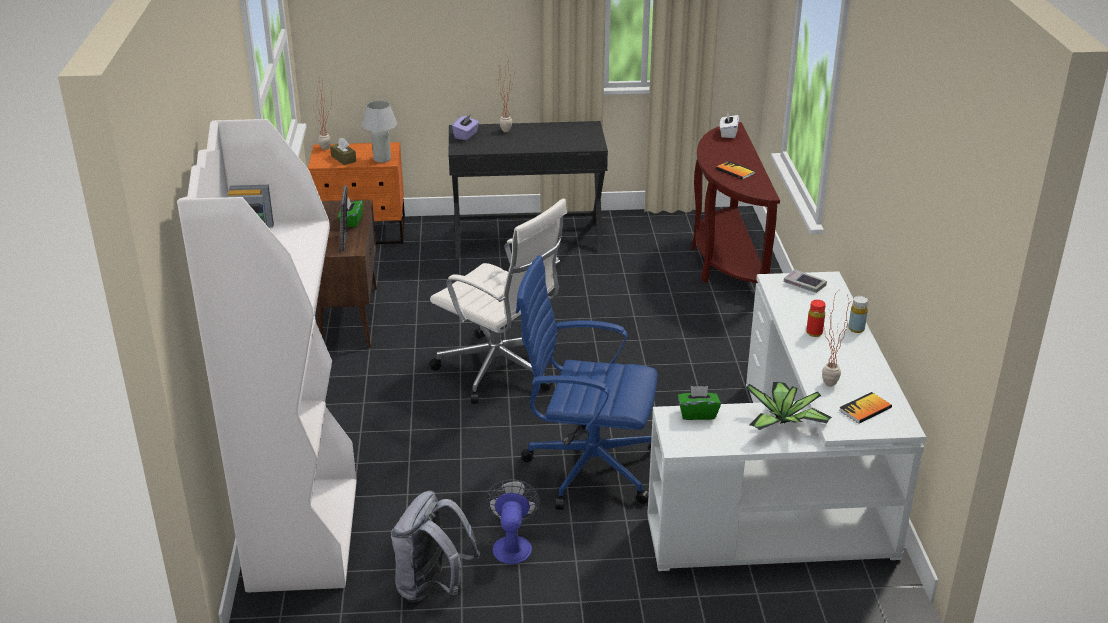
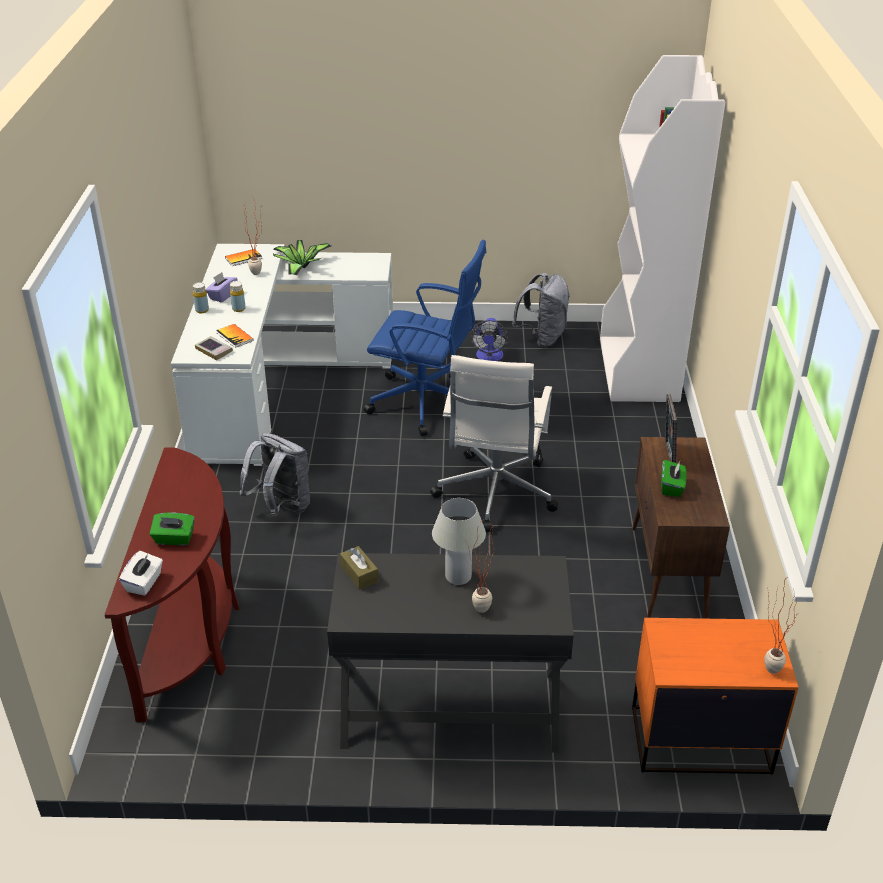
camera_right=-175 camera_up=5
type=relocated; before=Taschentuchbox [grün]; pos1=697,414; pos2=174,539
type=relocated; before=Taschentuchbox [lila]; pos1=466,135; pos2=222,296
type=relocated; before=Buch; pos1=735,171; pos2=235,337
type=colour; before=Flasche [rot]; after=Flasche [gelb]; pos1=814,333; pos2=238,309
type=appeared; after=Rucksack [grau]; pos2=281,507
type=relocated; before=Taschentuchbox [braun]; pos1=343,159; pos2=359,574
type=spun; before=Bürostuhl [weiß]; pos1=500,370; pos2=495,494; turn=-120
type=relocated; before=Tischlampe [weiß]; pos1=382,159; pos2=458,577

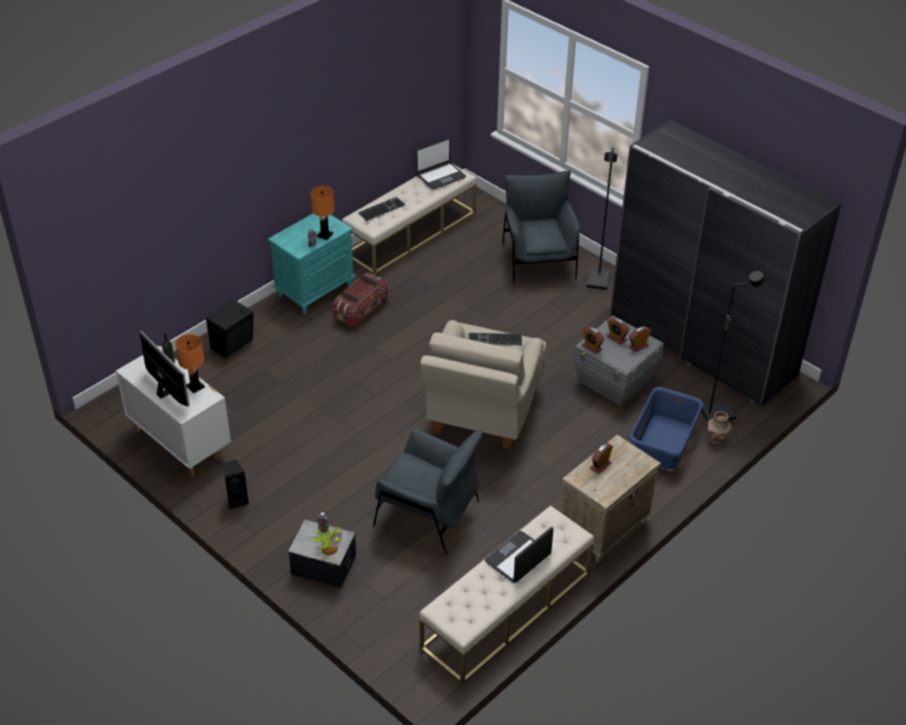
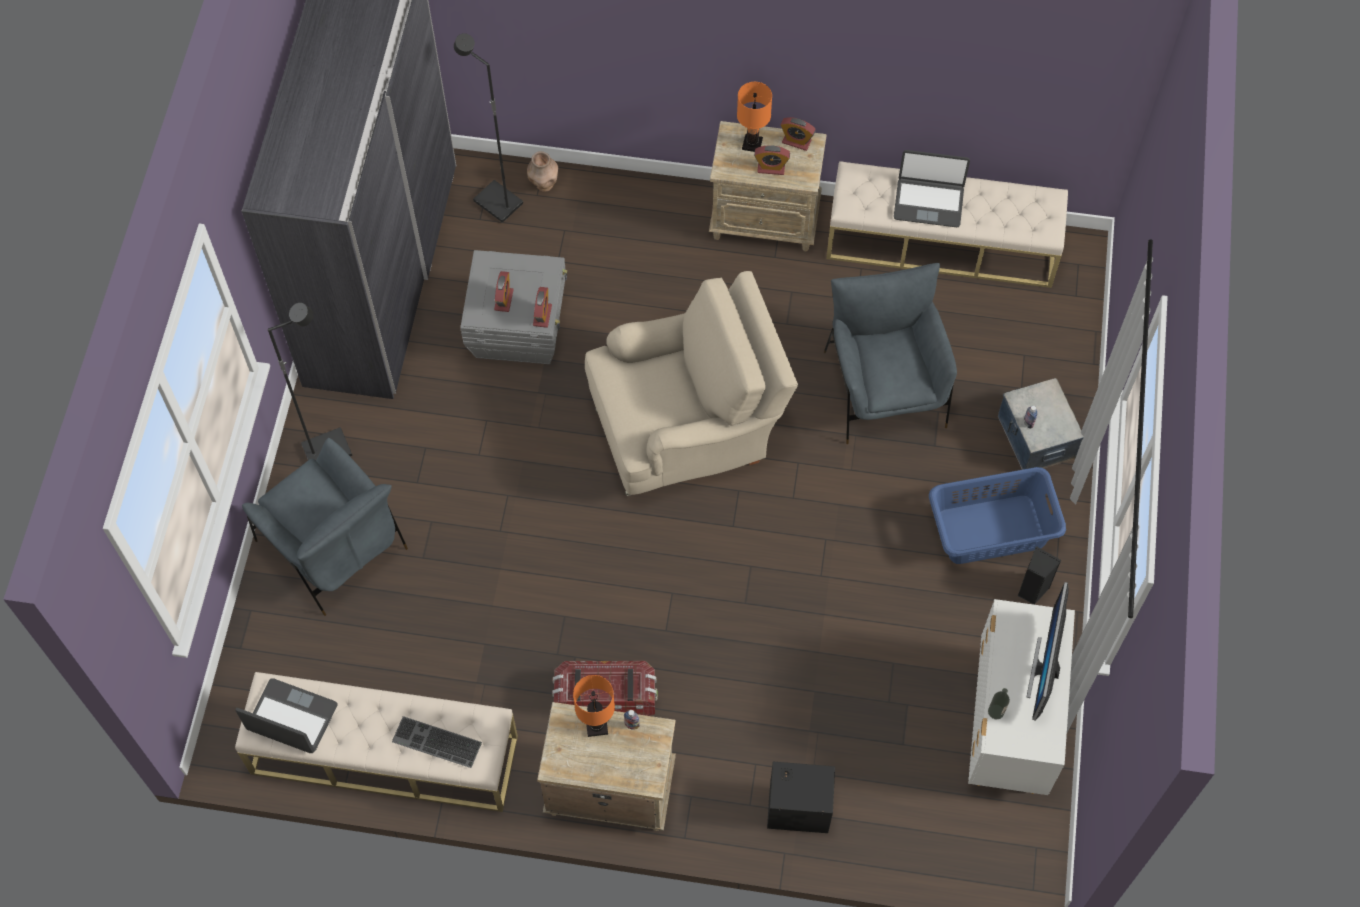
camera_right=-125 camera_up=20
type=spun; before=Sessel [grau]; pos1=538,261; pos2=332,546; turn=-90
type=colour; before=Nachttisch [türkis]; after=Nachttisch [beige]; pos1=315,290; pos2=609,790
type=relocated; before=Tischlampe [orange]; pos1=195,387; pos2=752,144
type=relocated; before=Wecker; pos1=638,346; pos2=796,141
type=relocated; before=Wäschekorb [blau]; pos1=662,442; pos2=991,530
type=missing; before=Topfpflanze; pos1=329,547
type=missing; before=Tastatur; pos1=494,340

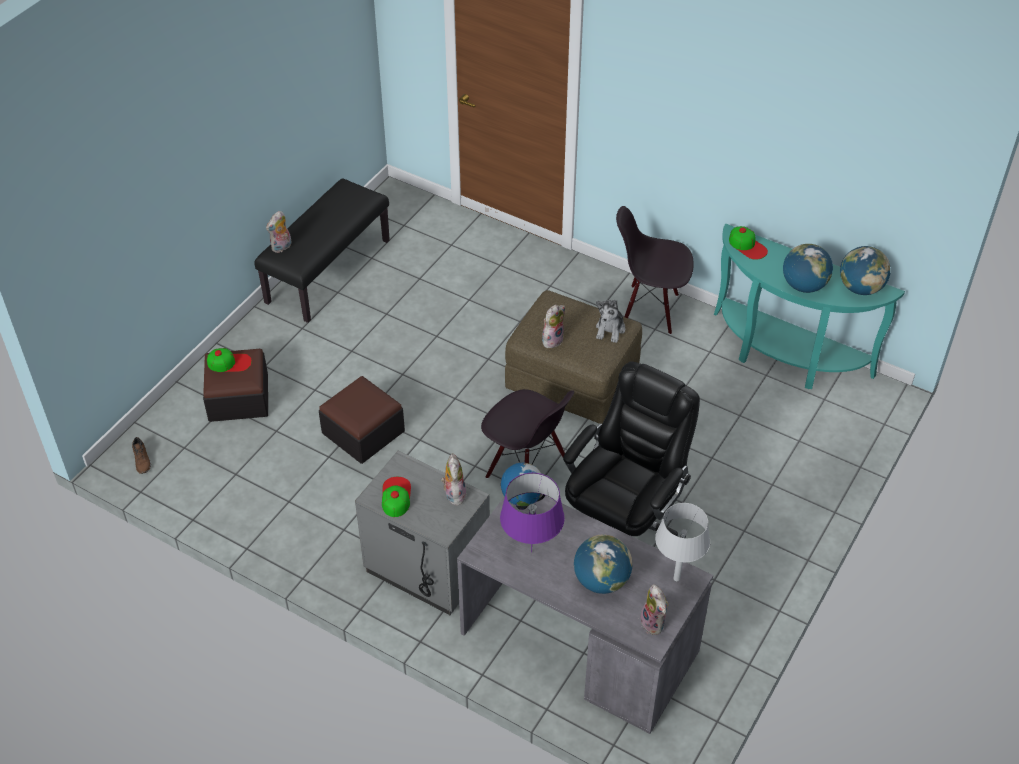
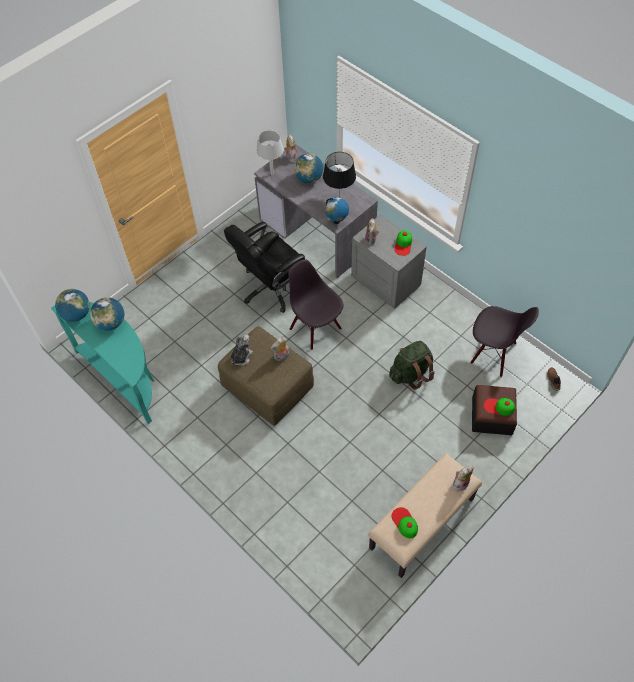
camera_right=-165 camera_up=10
type=colour; before=Tischlampe [lila]; after=Tischlampe [schwarz]; pos1=531,552; pos2=339,197
type=colour; before=Bank [schwarz]; after=Bank [beige]; pos1=327,271; pos2=422,524
type=exchanged; before=Polsterhocker; after=Rucksack [grün]; pos1=363,432; pos2=411,373
type=relocated; before=Kappe; pos1=747,246; pos2=404,522
type=relocated; before=Stuhl [schwarz]; pos1=649,310; pos2=493,354

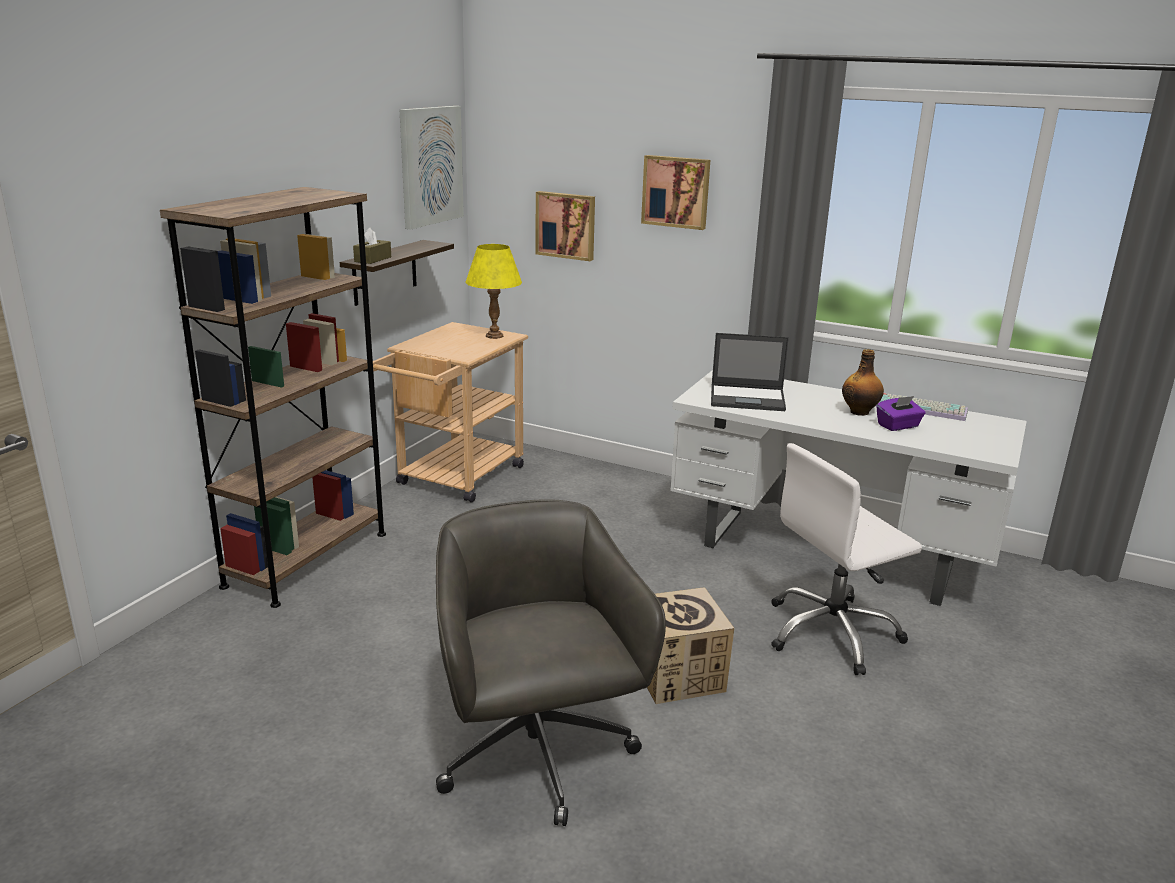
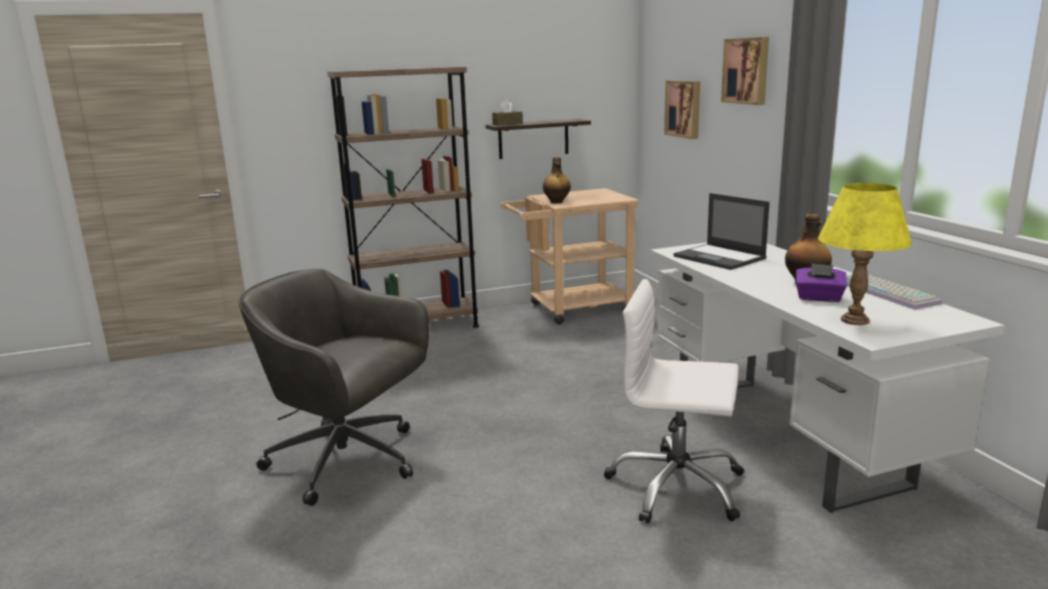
camera_right=45 camera_up=-5
type=spun; before=Bürostuhl [grau]; pos1=535,756; pos2=348,461; turn=-90
type=appeared; after=Flasche; pos2=556,202
type=relocated; before=Tischlampe [gelb]; pos1=494,336; pos2=855,320
type=missing; before=Bild; pos1=430,166
type=missing; before=Karton; pos1=678,675

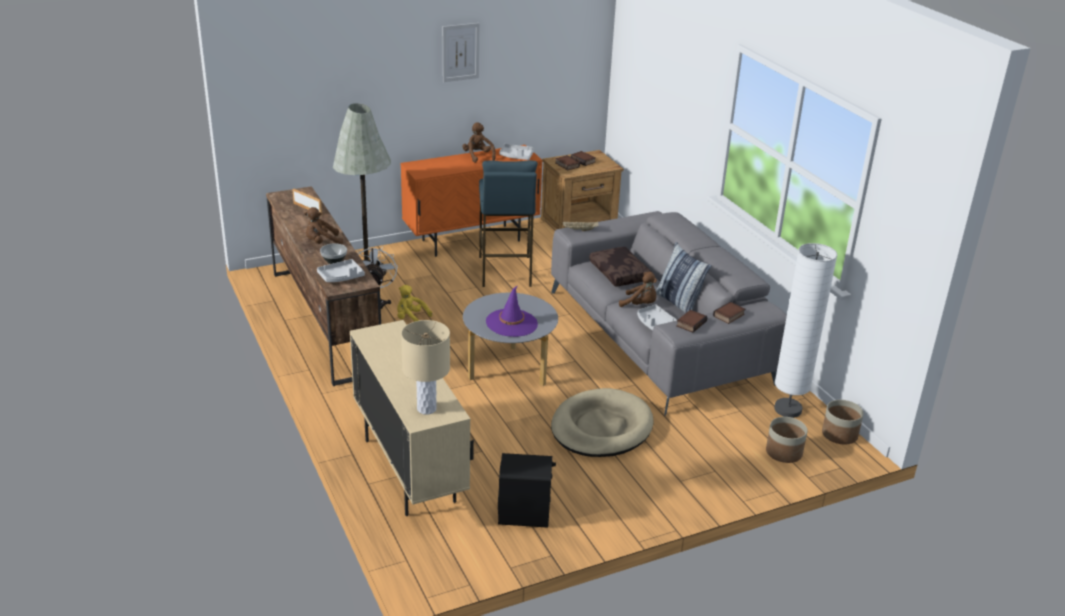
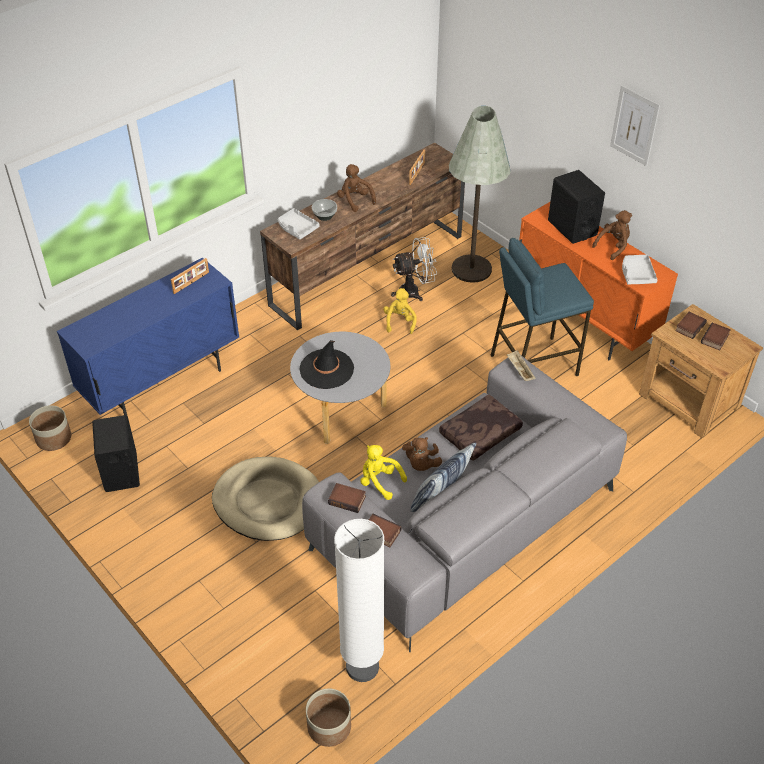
camera_right=75 camera_up=15
type=relocated; before=Pflanzkübel; pos1=783,452; pos2=53,438
type=colour; before=Schrank [beige]; after=Schrank [blau]; pos1=409,470; pos2=163,384
type=appeared; after=Bilderrahmen; pos2=191,283
type=colour; before=Hut [lila]; after=Hut [schwarz]; pos1=511,323; pos2=326,369
type=exchanged; before=Tablett [grau]; after=Plüschtier [gelb]; pos1=655,324; pos2=379,482
type=appeared; after=Lautsprecher [schwarz]; pos2=572,228
type=missing; before=Tischlampe [beige]; pos1=426,409

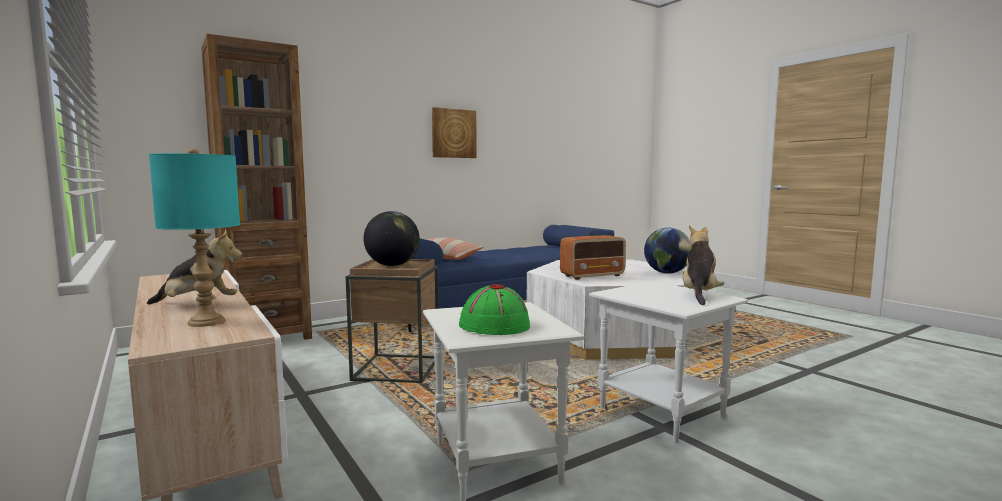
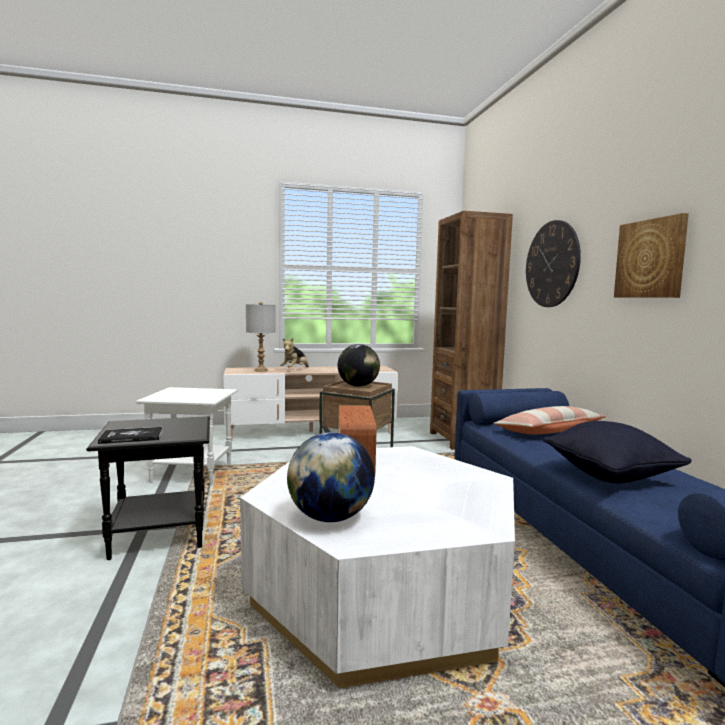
camera_right=110 camera_up=0
type=colour; before=Beistelltisch [weiß]; after=Beistelltisch [schwarz]; pos1=659,412; pos2=161,535
type=exchanged; before=Plüschtier; after=Buch; pos1=699,294; pos2=132,437
type=colour; before=Tischlampe [türkis]; after=Tischlampe [grau]; pos1=206,322; pos2=261,370
type=appeared; after=Wanduhr; pos2=552,264
type=appeared; after=Kissen [schwarz]; pos2=610,476
type=missing; before=Hut [grün]; pos1=494,326

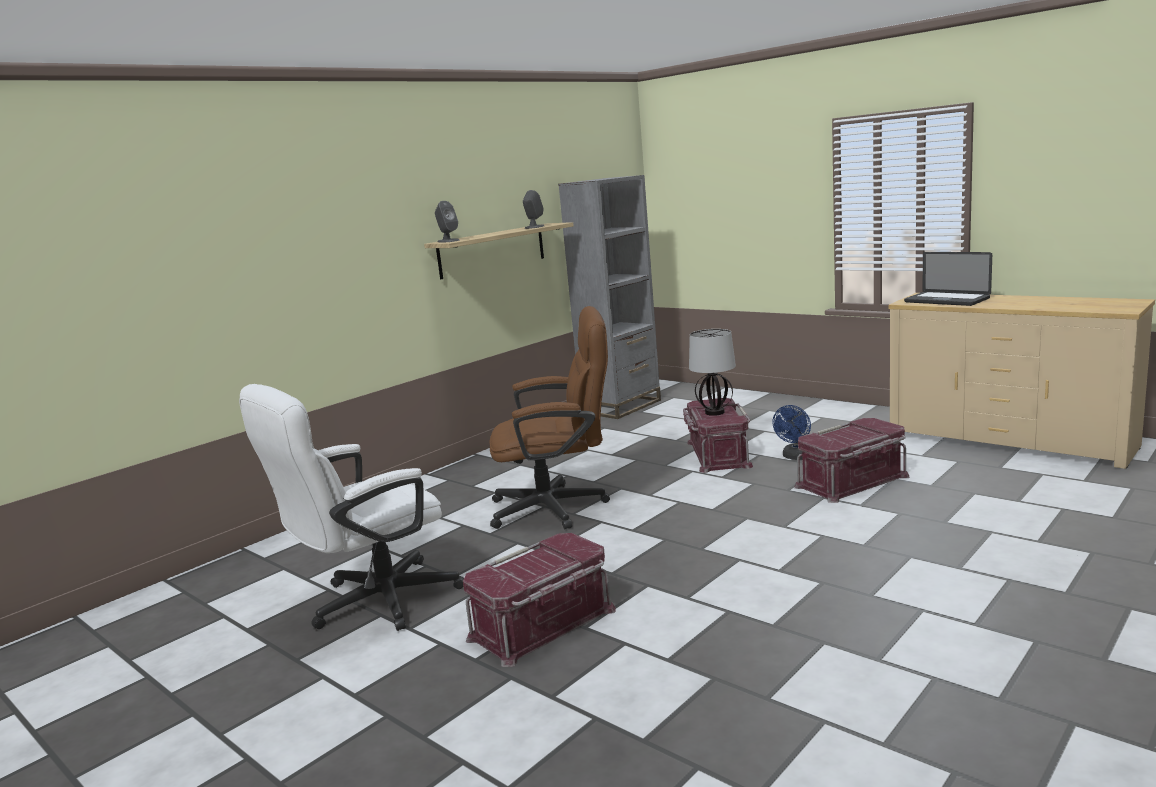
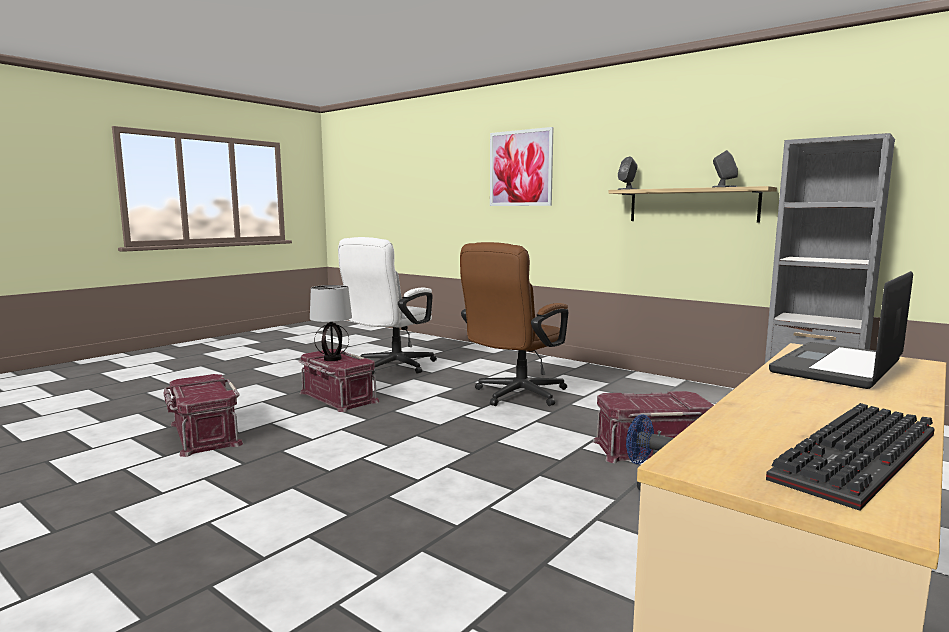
camera_right=85 camera_up=-5
type=relocated; before=Aufbewahrungsbox [rot]; pos1=852,482; pos2=203,434
type=relocated; before=Tischlampe; pos1=714,412; pos2=333,359
type=spun; before=Bürostuhl [weiß]; pos1=372,604; pos2=390,367; turn=-105
type=spun; before=Bürostuhl [braun]; pos1=559,507; pos2=515,396; turn=45
type=appeared; after=Bild; pos2=520,168
type=appeared; after=Tastatur; pos2=861,459

